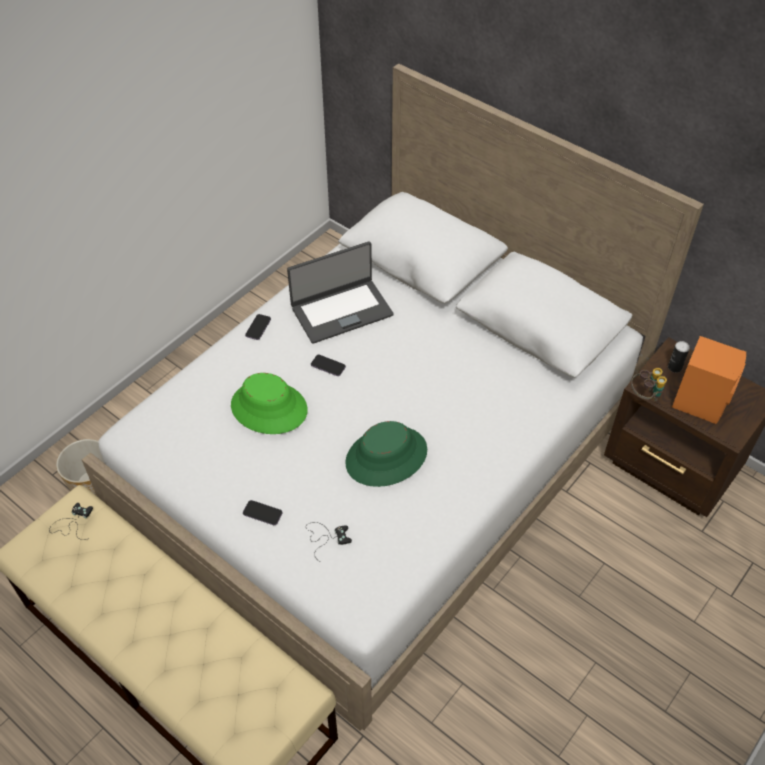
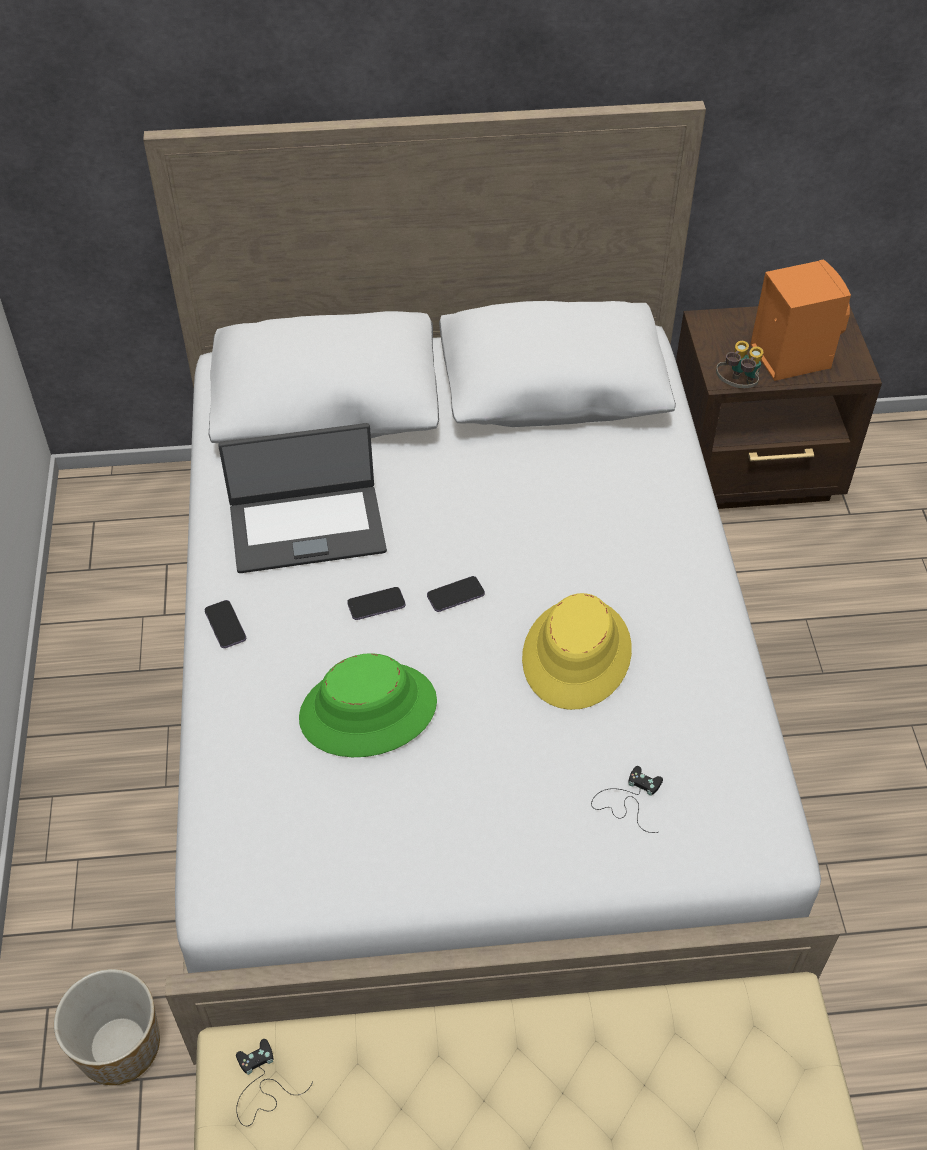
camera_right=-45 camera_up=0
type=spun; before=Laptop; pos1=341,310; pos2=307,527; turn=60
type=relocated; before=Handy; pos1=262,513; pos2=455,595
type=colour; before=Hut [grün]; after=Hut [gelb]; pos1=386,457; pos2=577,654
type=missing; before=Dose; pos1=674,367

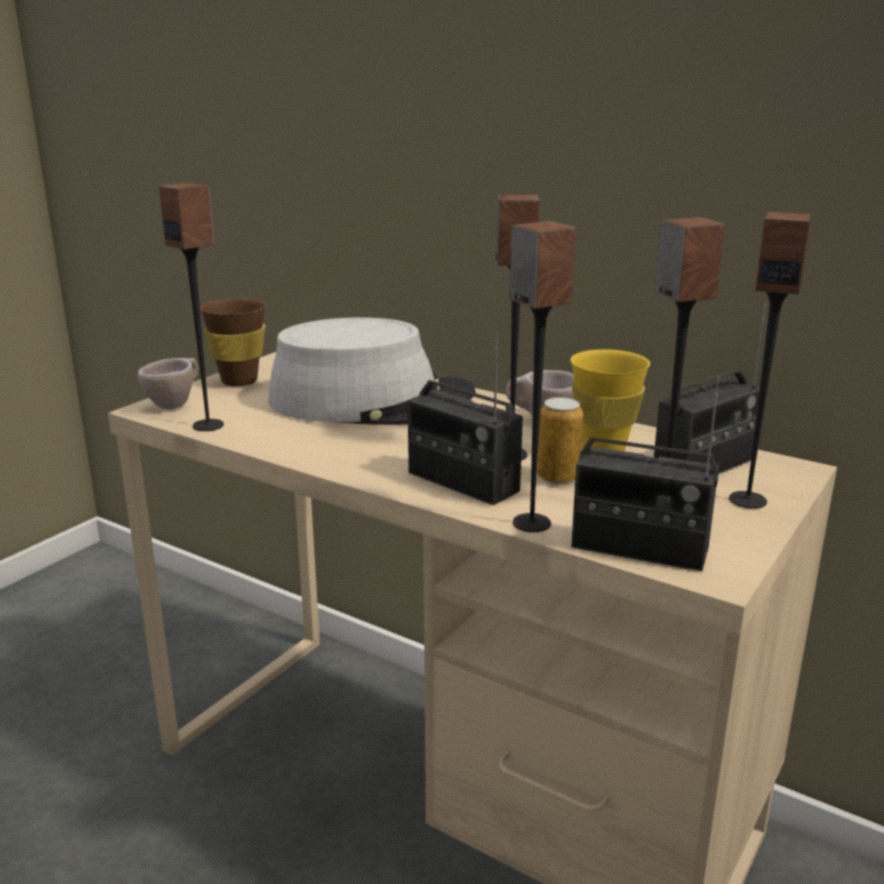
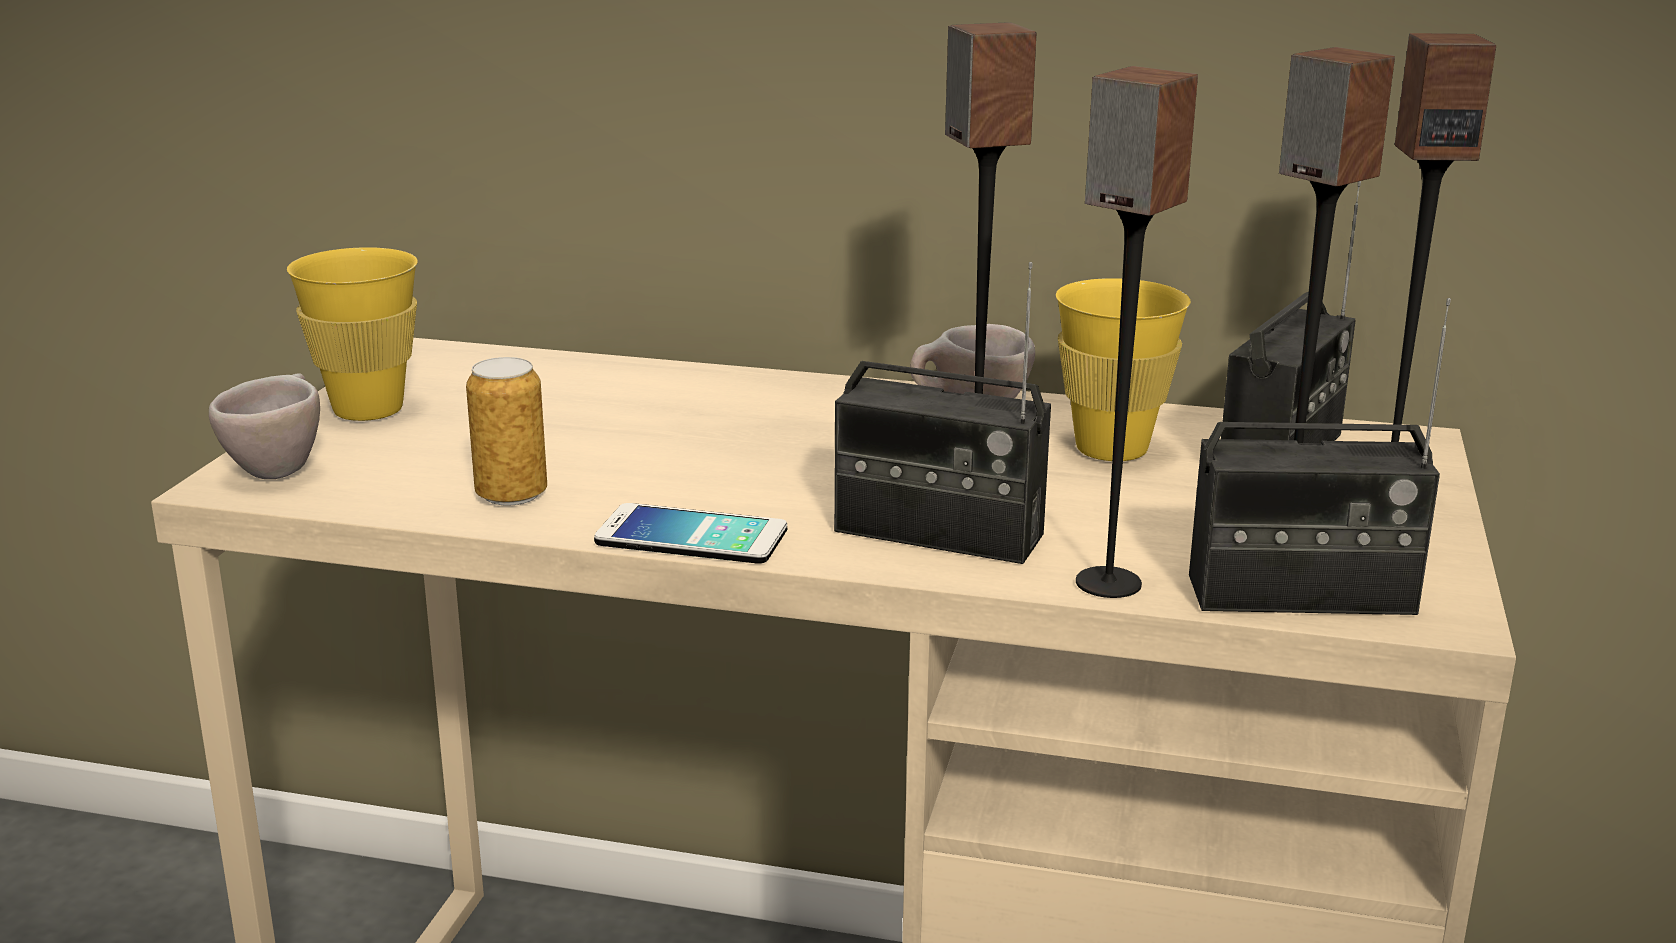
camera_right=-20 camera_up=0
type=colour; before=Tasse [braun]; after=Tasse [gelb]; pos1=239,381; pos2=368,410
type=relocated; before=Dose; pos1=558,478; pos2=511,494
type=appeared; after=Handy; pos2=691,537
type=missing; before=Lautsprecher; pos1=209,425
type=missing; before=Hut [grau]; pos1=371,400

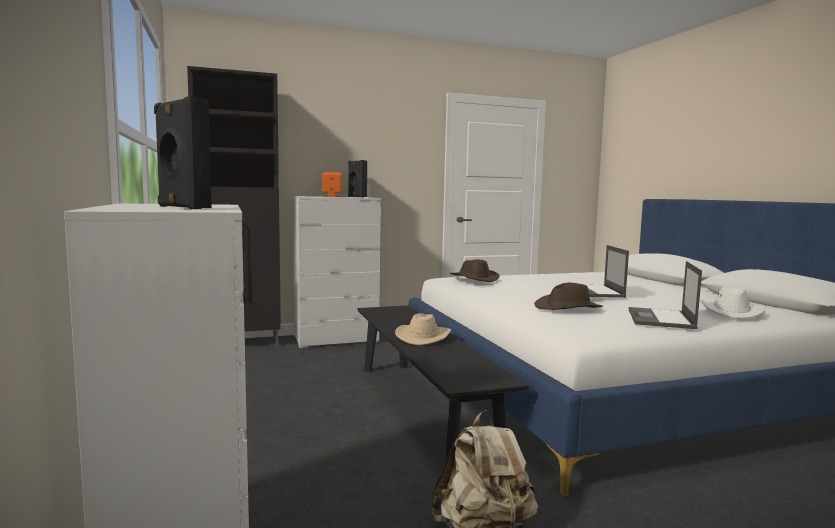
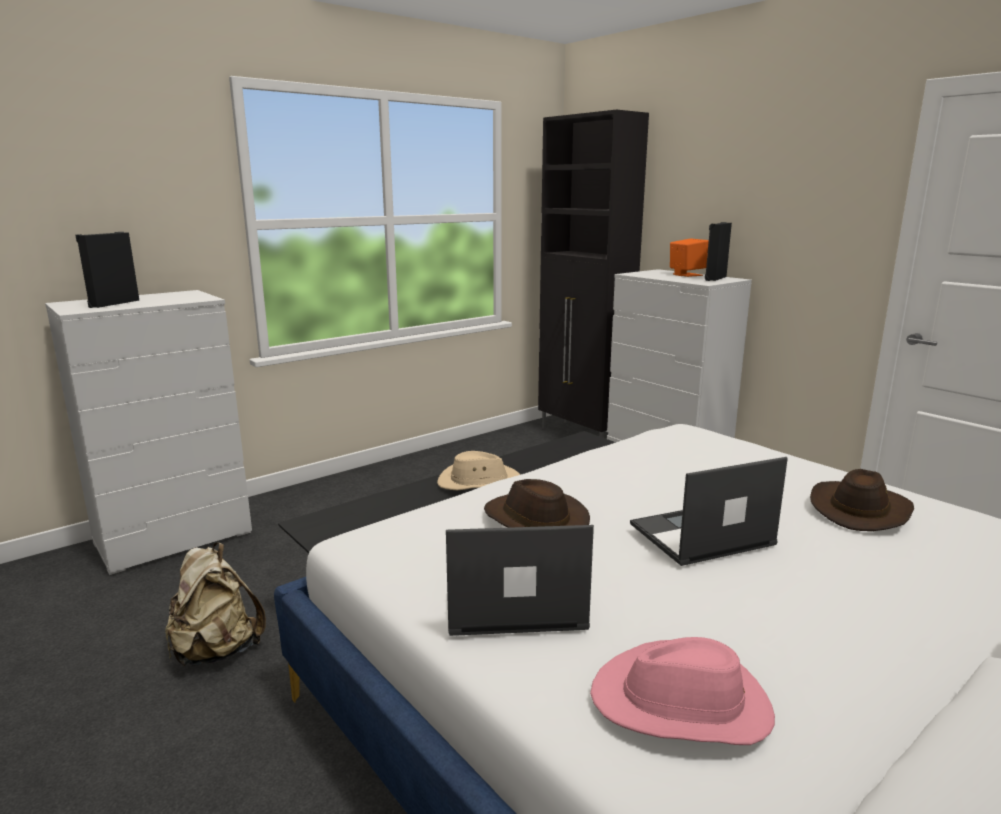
camera_right=70 camera_up=10
type=colour; before=Hut [weiß]; after=Hut [rosa]; pos1=732,312; pos2=682,704
type=relocated; before=Hut [braun]; pos1=473,278; pos2=859,509

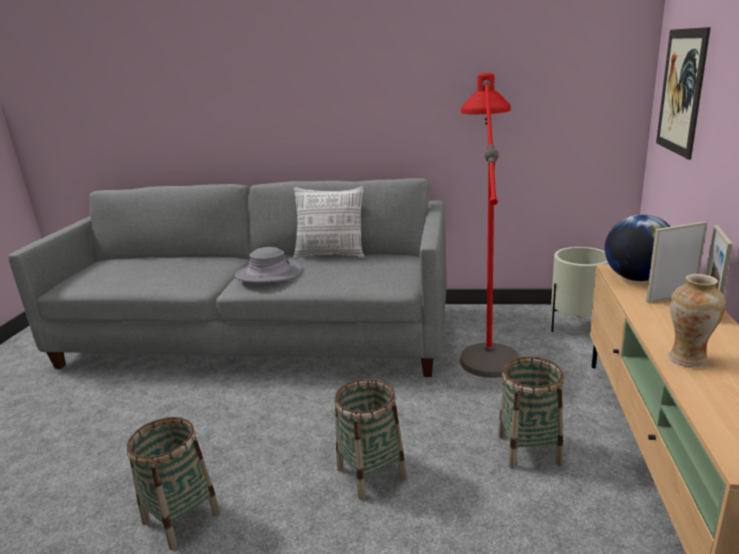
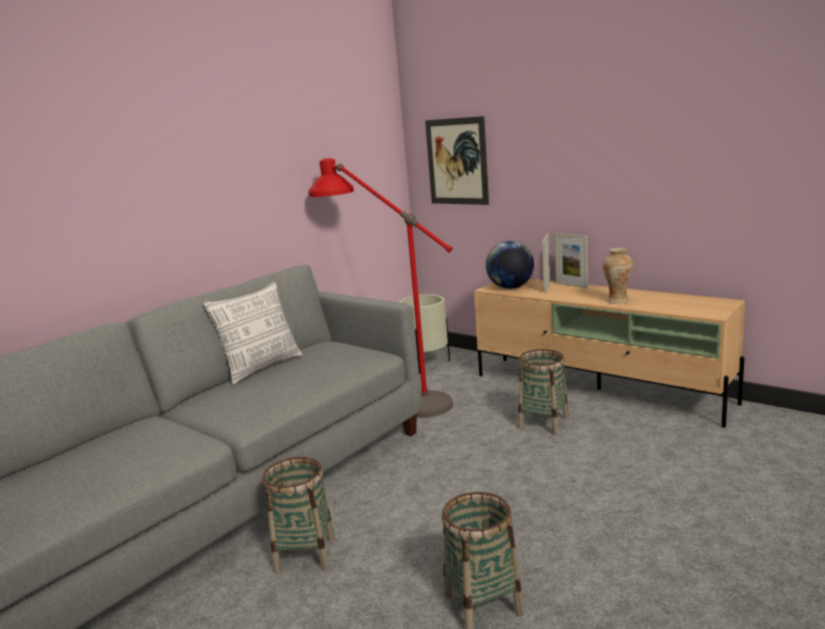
camera_right=-60 camera_up=-5
type=relocated; before=Korb; pos1=371,473; pos2=305,554
type=missing; before=Hut [grau]; pos1=269,274

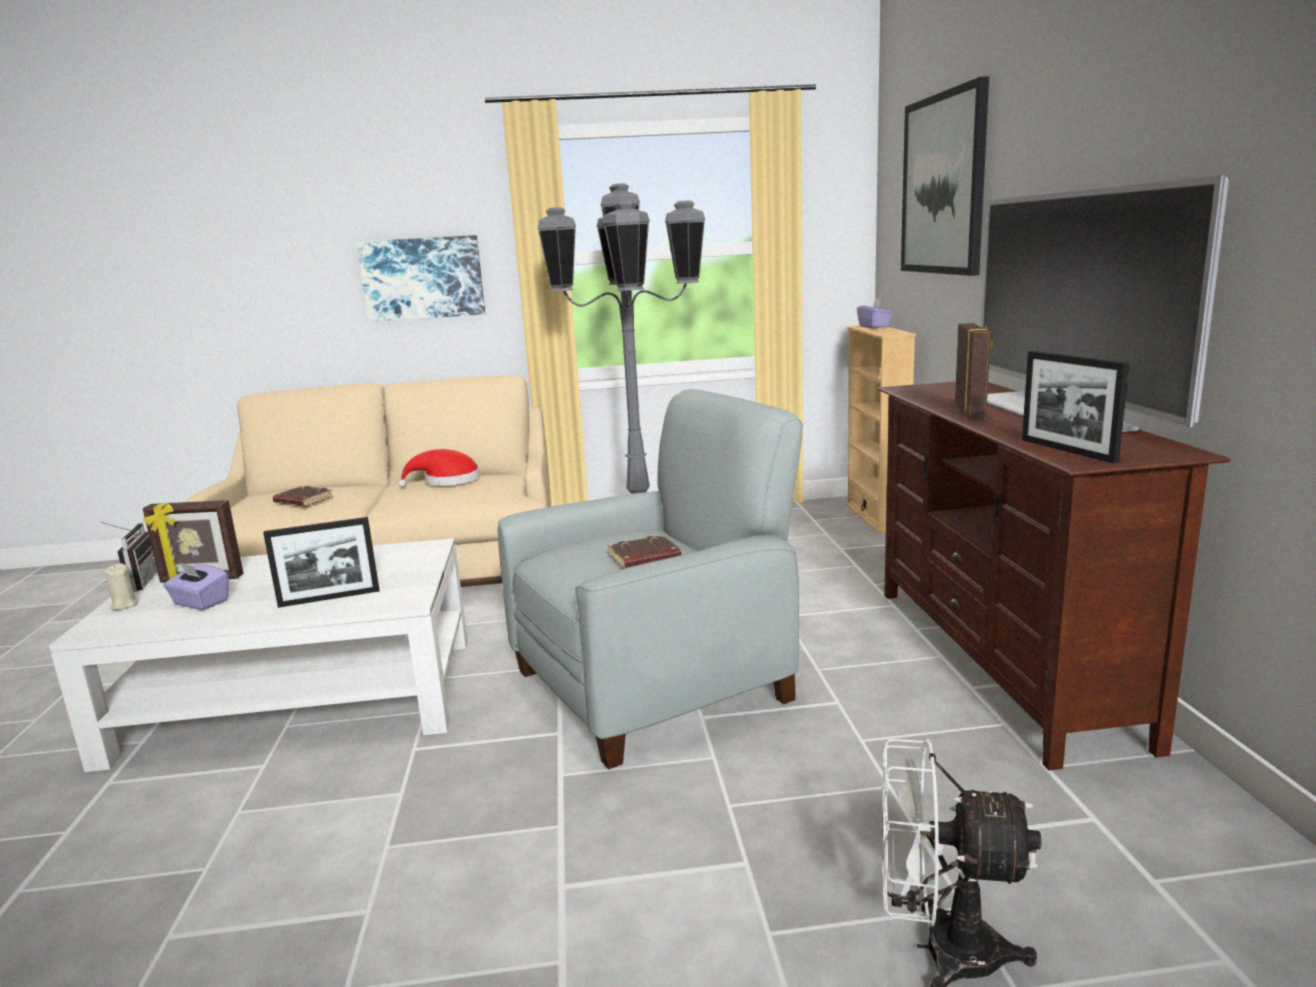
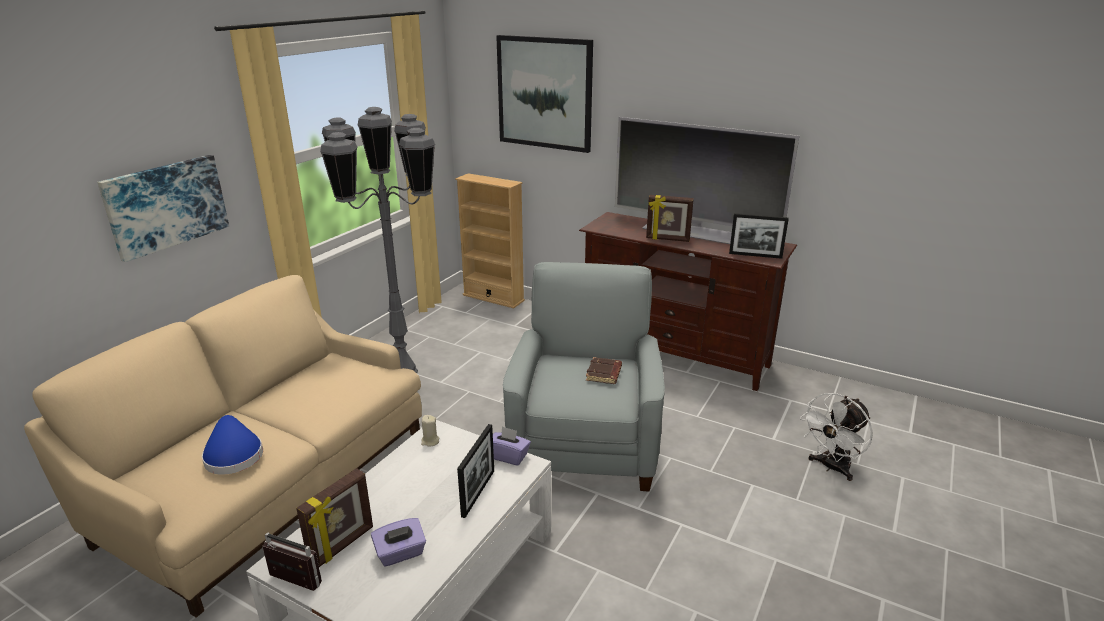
camera_right=-55 camera_up=10
type=exchanged; before=Buch [braun]; after=Hut [blau]; pos1=302,501; pos2=233,455
type=relocated; before=Kerze [beige]; pos1=124,605; pos2=430,441
type=relocated; before=Taschentuchbox [lila]; pos1=874,327; pos2=508,456
type=spun; before=Bilderrahmen; pos1=970,412; pos2=667,239; turn=150
type=missing; before=Hut [rot]; pos1=447,481

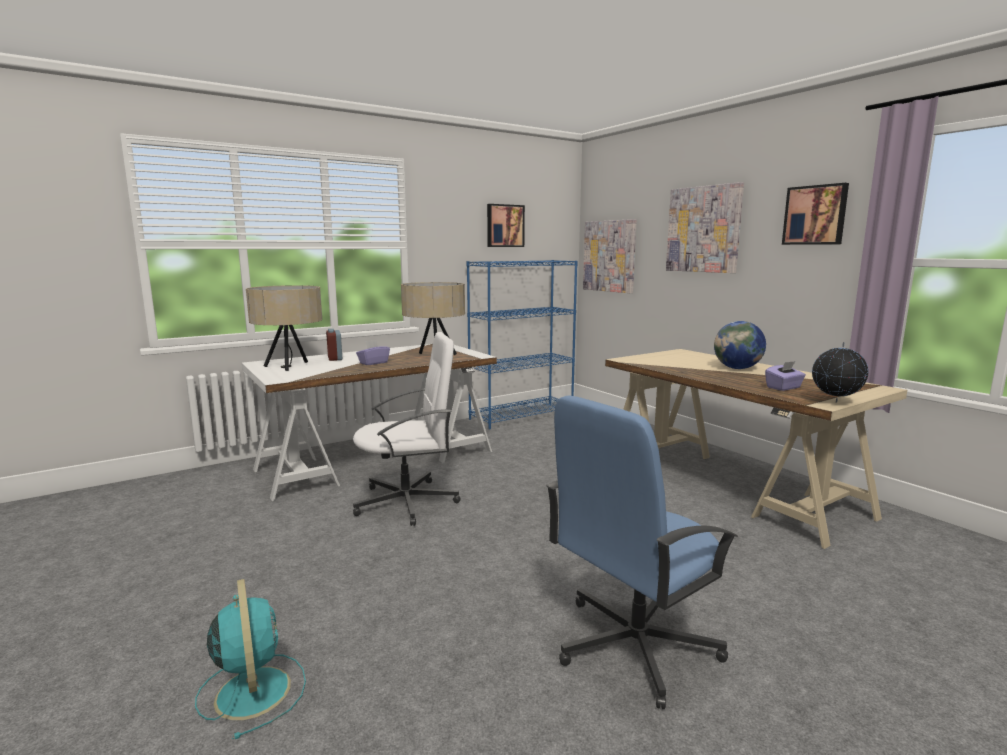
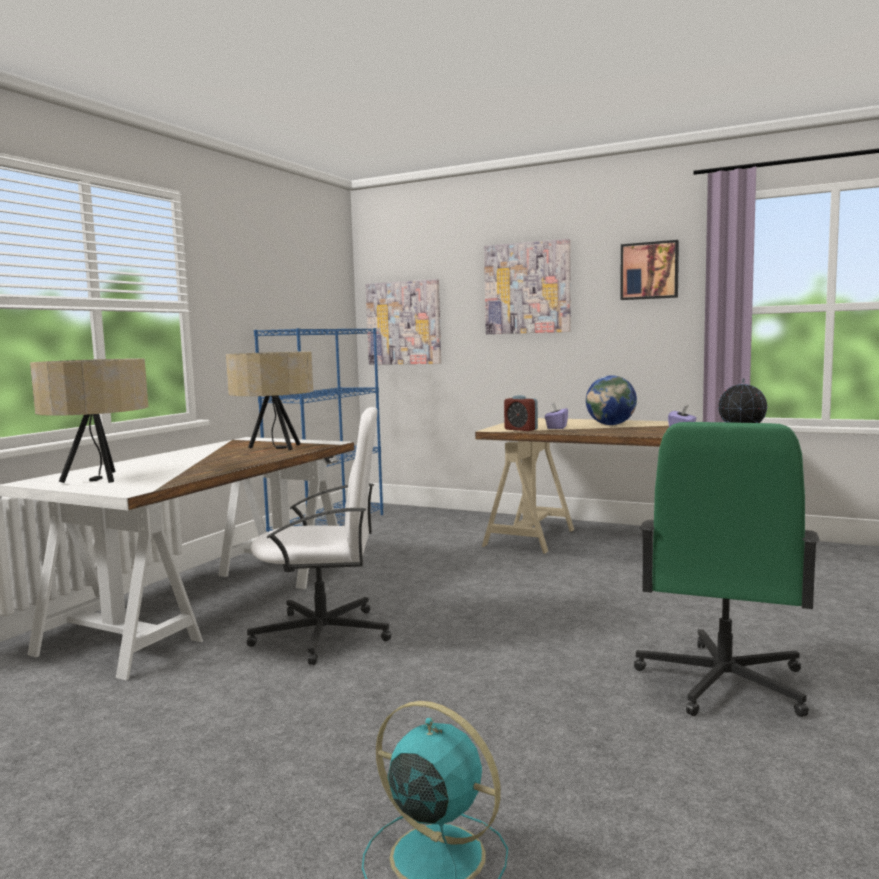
camera_right=-30 camera_up=-5
type=spun; before=Bürostuhl [weiß]; pos1=408,502; pos2=324,635; turn=45
type=relocated; before=Wecker; pos1=335,358; pos2=521,429
type=relocated; before=Taschentuchbox [lila]; pos1=373,363; pos2=556,427
type=colour; before=Bürostuhl [blau]; after=Bürostuhl [grün]; pos1=633,645; pos2=722,683
type=missing; before=Bild; pos1=504,226

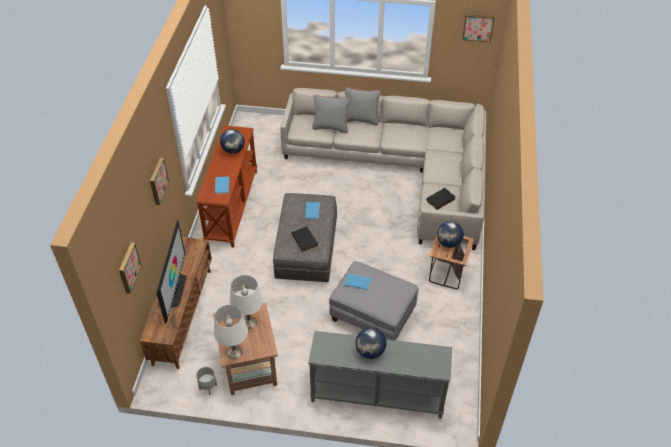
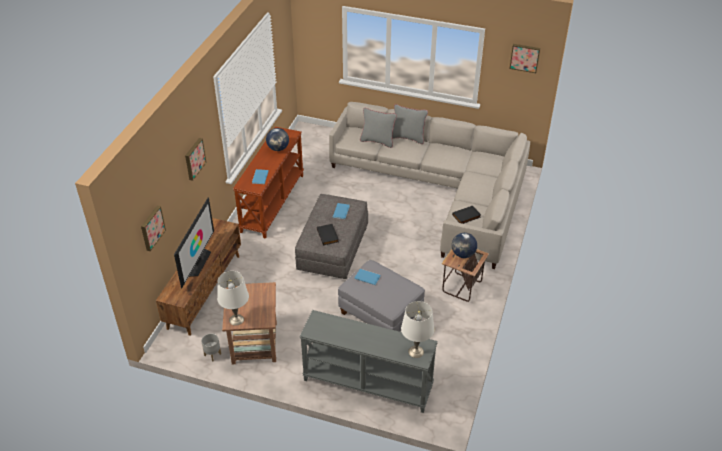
camera_right=10 camera_up=-5
type=relocated; before=Tischlampe [weiß]; pos1=249,322; pos2=416,351
type=missing; before=Globus; pos1=370,351

